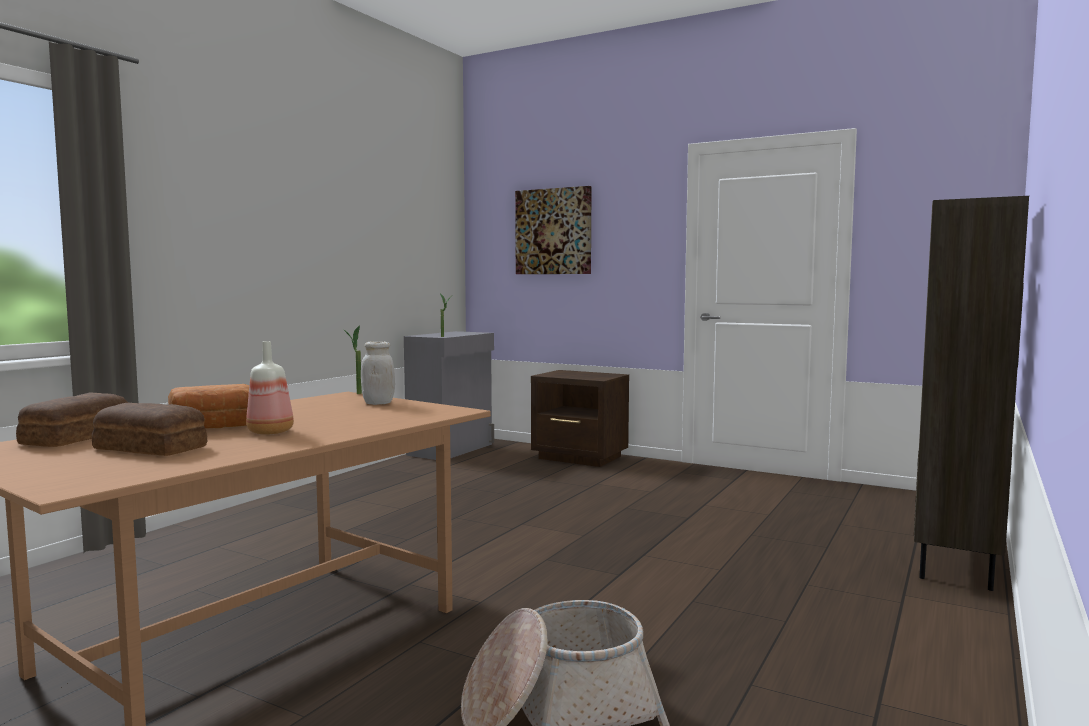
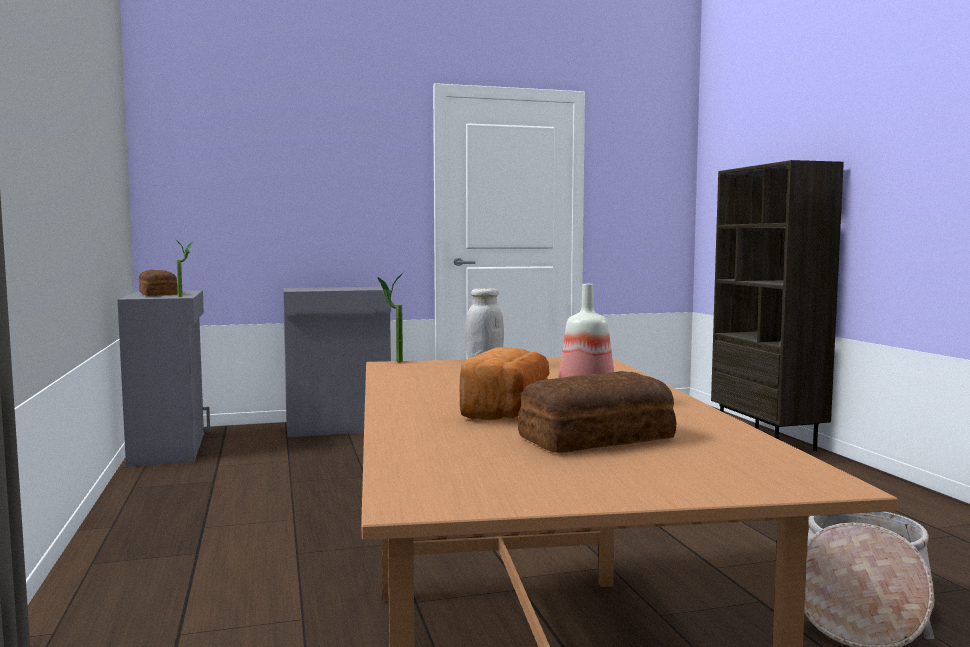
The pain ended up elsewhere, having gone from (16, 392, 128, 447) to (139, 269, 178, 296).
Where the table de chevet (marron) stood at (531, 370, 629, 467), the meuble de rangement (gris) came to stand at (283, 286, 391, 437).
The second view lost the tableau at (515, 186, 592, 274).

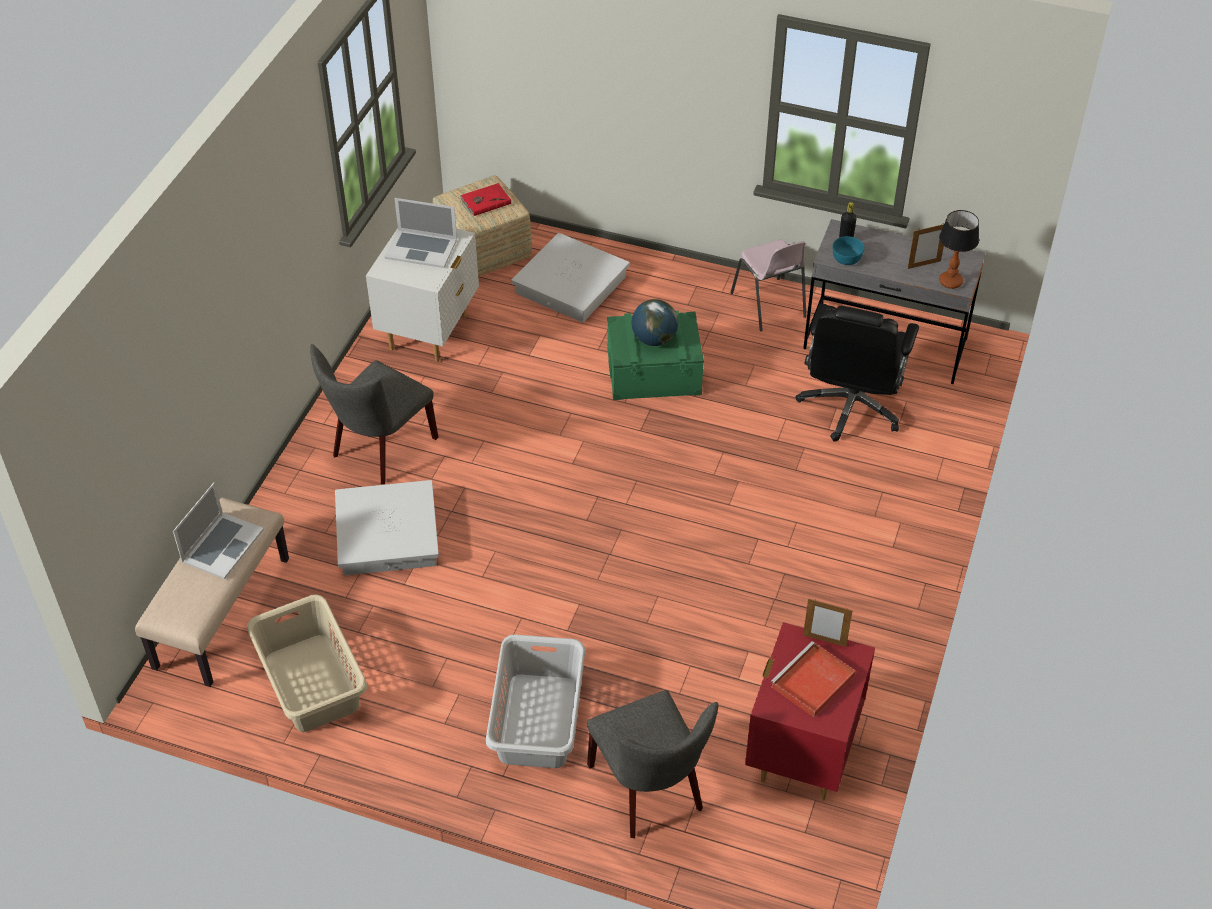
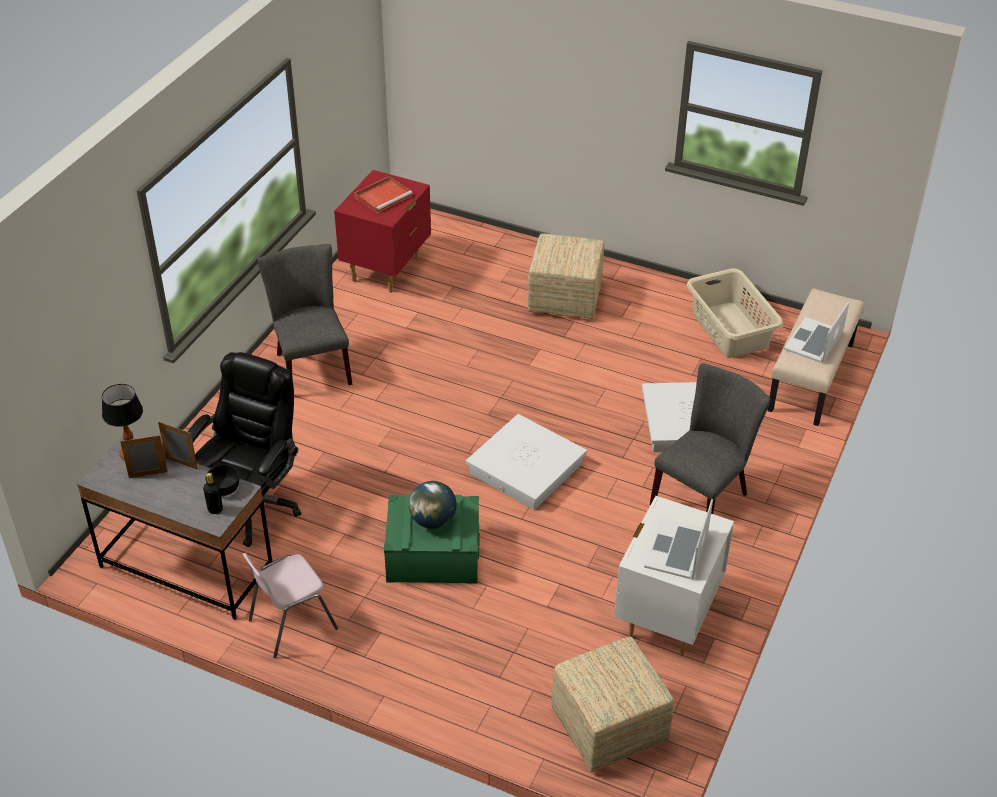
The cadre photo ended up elsewhere, having gone from (803, 599, 852, 647) to (158, 422, 198, 470).
What was the bol (turquoise) at (833, 236, 864, 265) turned into the bol (noir) at (205, 465, 239, 496).
The chaise (rose) at (730, 240, 806, 331) ended up facing another way, 105 degrees counterclockwise from before.
The chaise (gris) ended up elsewhere, having gone from (587, 690, 718, 838) to (257, 244, 352, 385).
The boîte de rangement (blanc) ended up elsewhere, having gone from (511, 233, 630, 323) to (466, 414, 587, 510).
Where the panier à linge (gris) stood at (486, 634, 585, 768), the pouf came to stand at (528, 233, 604, 319).
The ordinateur portable at (385, 198, 457, 268) ended up facing another way, 90 degrees counterclockwise from before.
The second view lost the livre (rouge) at (460, 183, 511, 216).

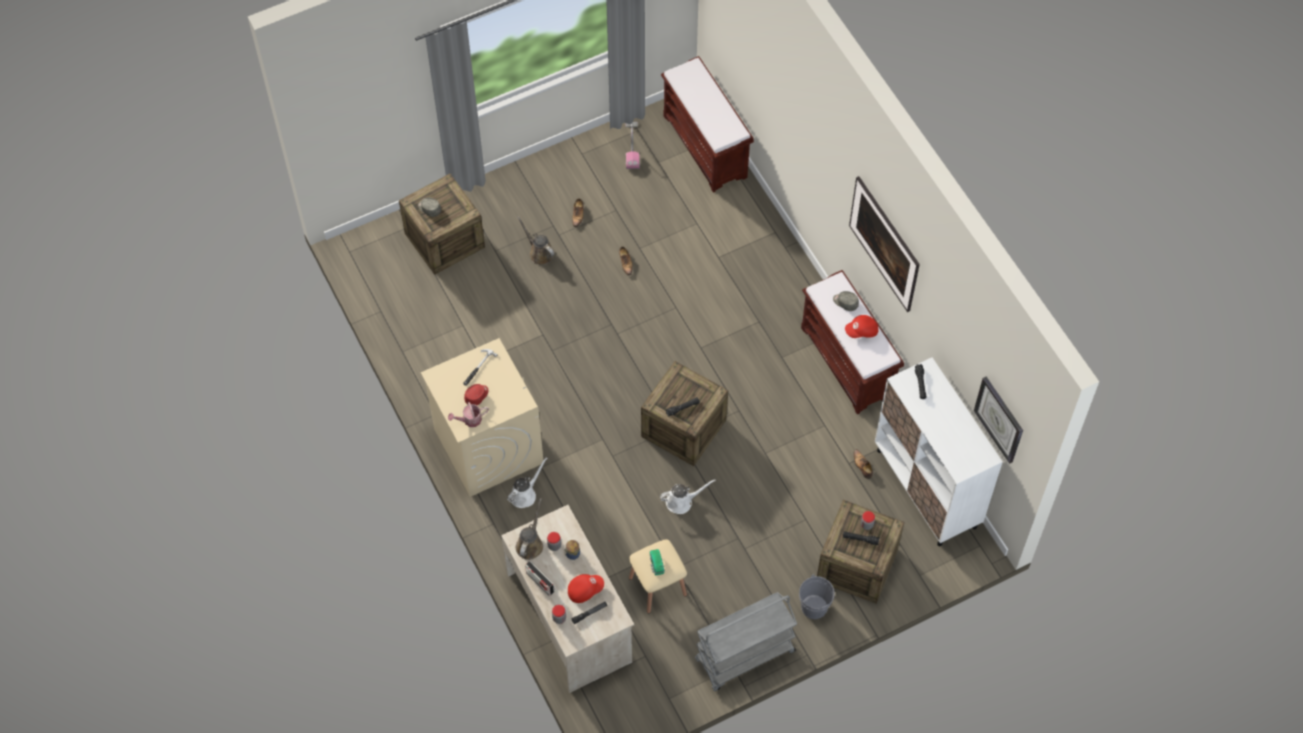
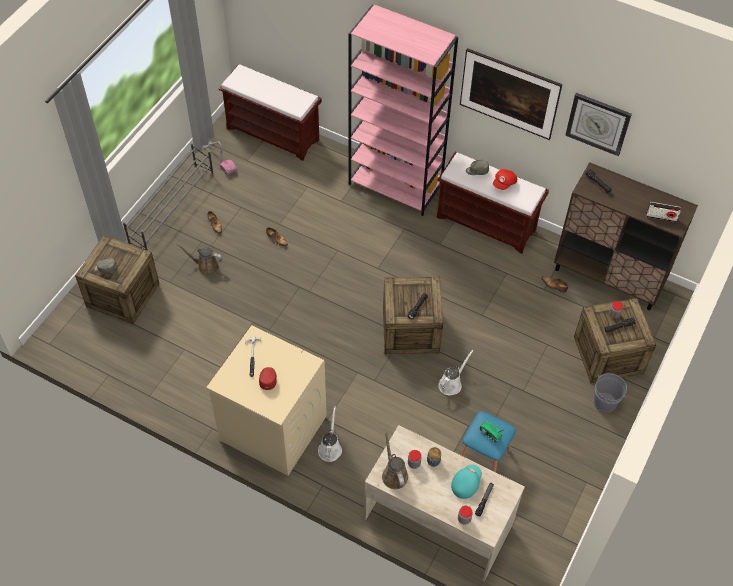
The second view gained the étagère à chaussures (gris) at (123, 143, 214, 251).
The second view gained the bibliothèque (rose) at (348, 4, 458, 216).
What was the casquette (rouge) at (568, 574, 604, 603) turned into the casquette (turquoise) at (451, 465, 482, 499).
What was the tabouret (beige) at (629, 539, 687, 614) turned into the tabouret (bleu) at (461, 411, 516, 472).
What was the meuble de rangement (blanc) at (875, 357, 1003, 546) turned into the meuble de rangement (marron) at (554, 162, 698, 310).
The horloge murale ended up elsewhere, having gone from (974, 377, 1023, 464) to (565, 93, 632, 156).
The radio ended up elsewhere, having gone from (525, 561, 554, 596) to (646, 202, 681, 222).
The second view lost the arrosoir at (448, 402, 489, 427).
The second view lost the chariot (gris) at (695, 592, 797, 691).

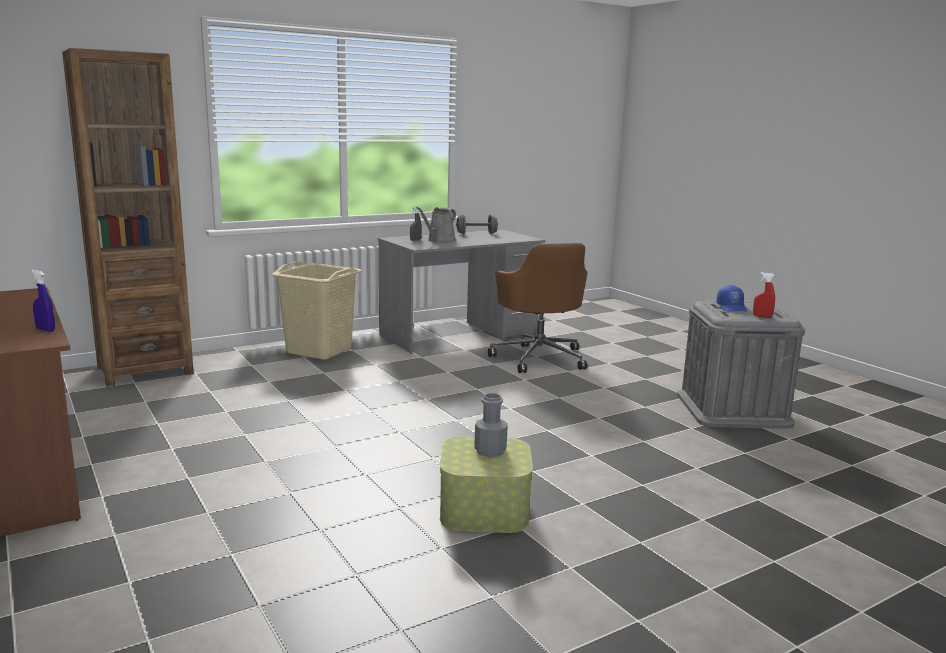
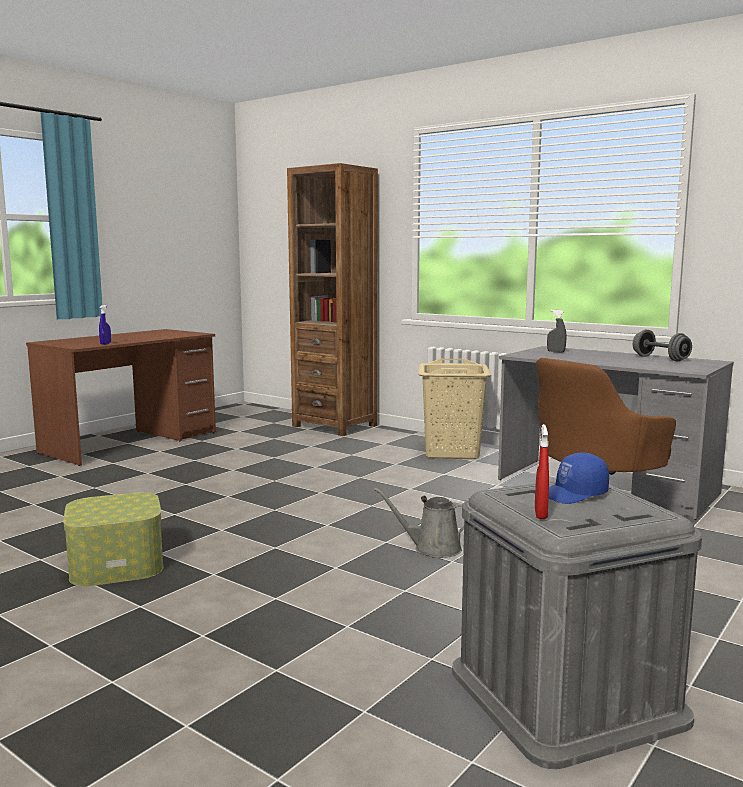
The arrosoir (gris) ended up elsewhere, having gone from (417, 207, 456, 243) to (374, 488, 464, 558).
The second view lost the bouteille (gris) at (474, 393, 508, 457).

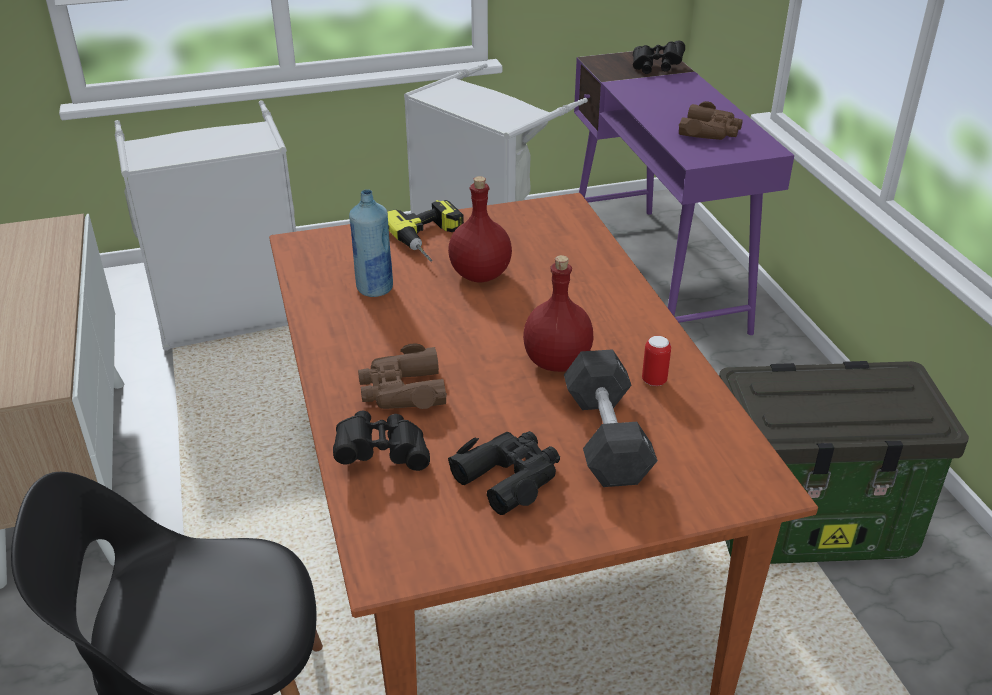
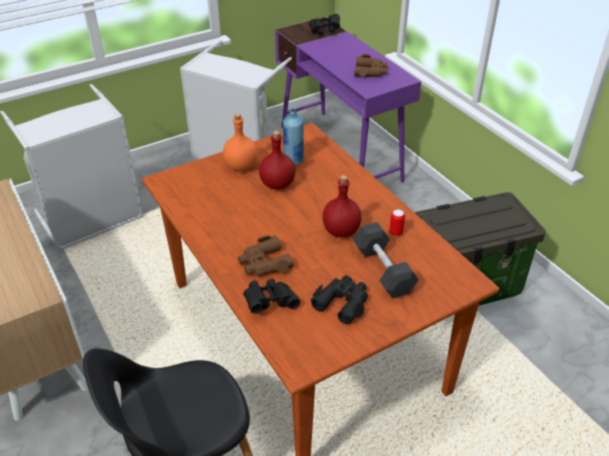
Where the perceuse stood at (387, 200, 464, 262), the bouteille (orange) came to stand at (223, 113, 258, 171).
The bouteille (bleu) ended up elsewhere, having gone from (349, 189, 393, 297) to (283, 108, 304, 165).

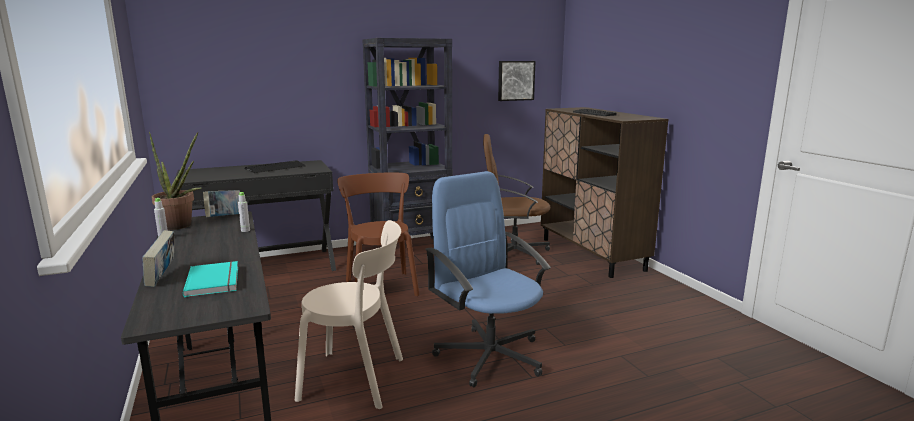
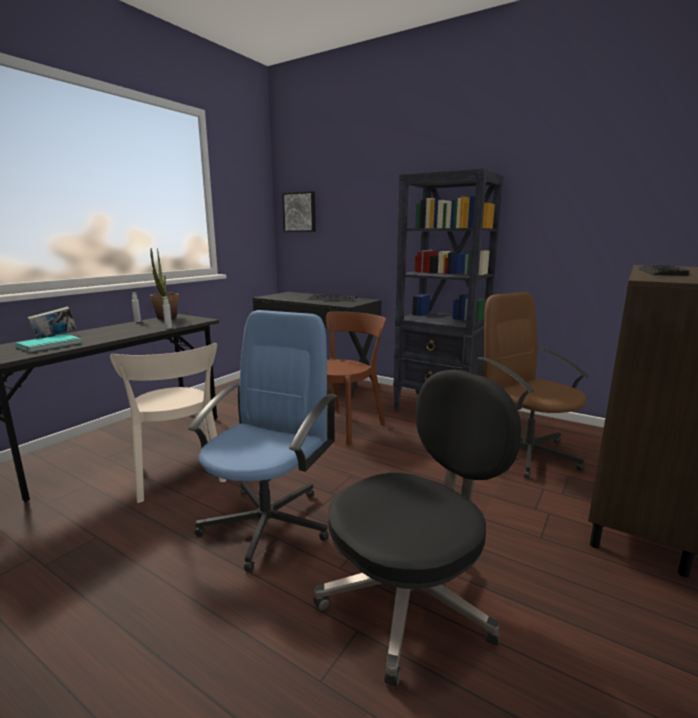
The tableau ended up elsewhere, having gone from (498, 61, 536, 101) to (282, 191, 316, 232).
The second view gained the chaise de bureau (noir) at (313, 370, 521, 687).
The second view lost the livre at (203, 190, 240, 217).

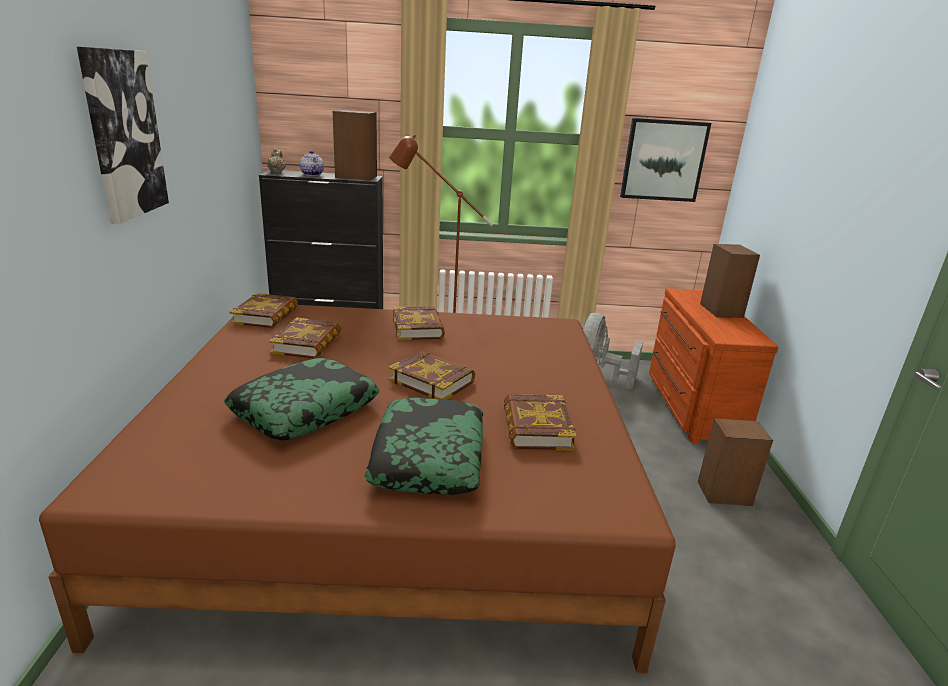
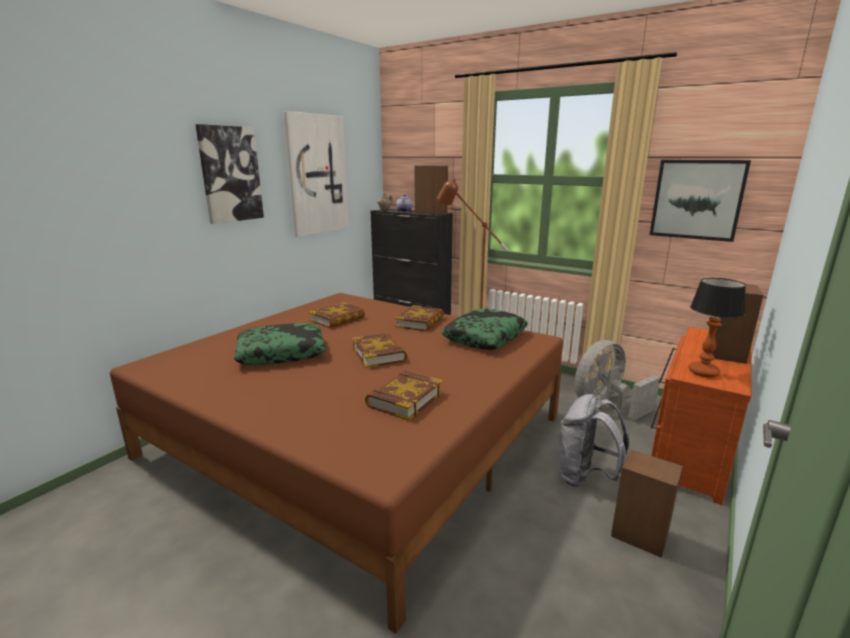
The second view gained the tableau at (283, 111, 349, 237).
The coussin ended up elsewhere, having gone from (365, 398, 483, 495) to (441, 309, 528, 350).
The second view gained the sac à dos (gris) at (558, 394, 629, 487).
The second view gained the lampe de table at (688, 278, 746, 378).
The second view lost the livre at (230, 293, 298, 328).

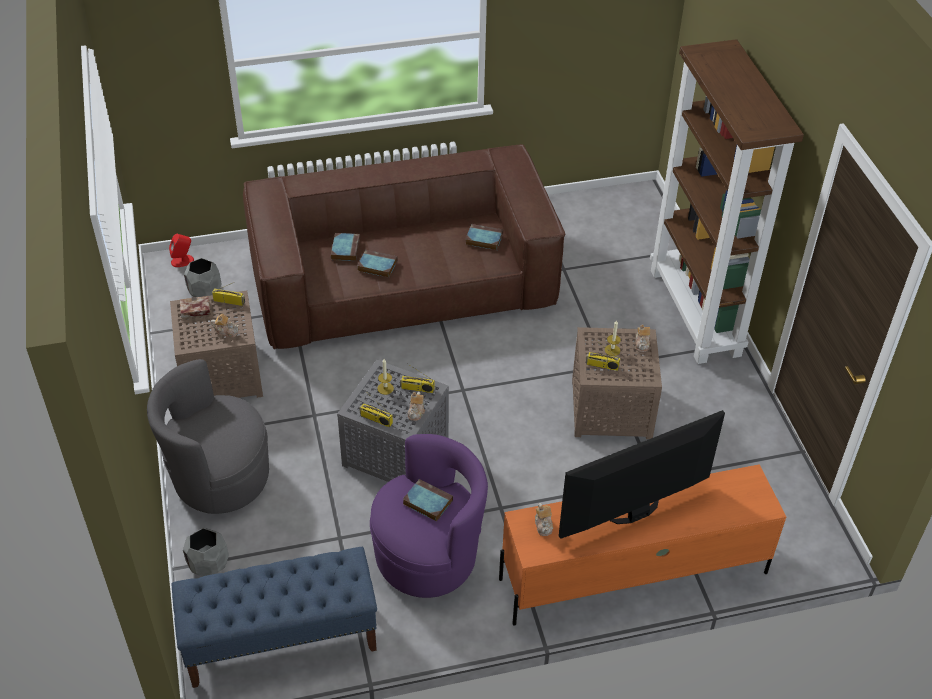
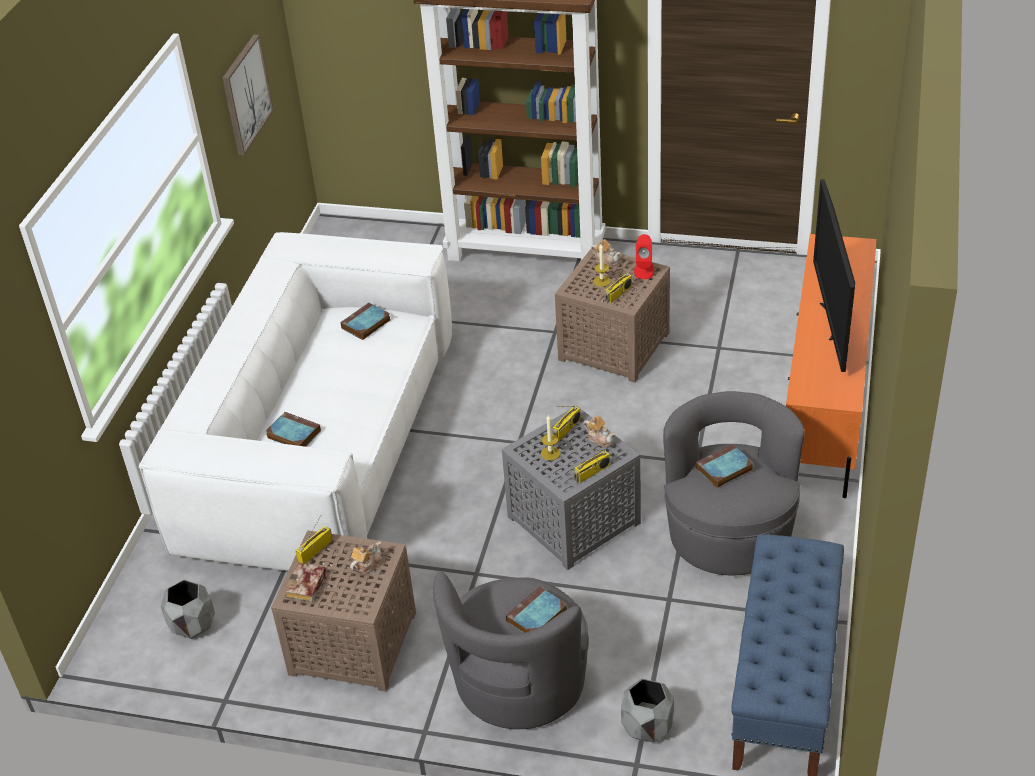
What was the canapé (marron) at (243, 144, 566, 349) turned into the canapé (blanc) at (139, 232, 452, 575).
The second view gained the tableau at (222, 34, 274, 155).
The livre ended up elsewhere, having gone from (357, 250, 397, 278) to (506, 586, 567, 633).
The enceinte (rouge) ended up elsewhere, having gone from (169, 234, 194, 267) to (634, 234, 654, 279).
What was the fauteuil (violet) at (370, 434, 488, 598) turned into the fauteuil (gris) at (663, 391, 805, 575).
The second view lost the théière at (535, 503, 553, 536).

